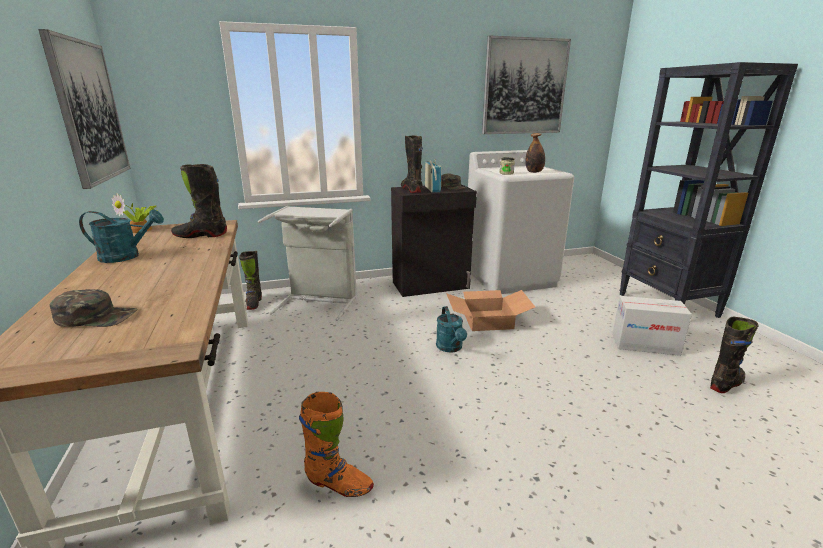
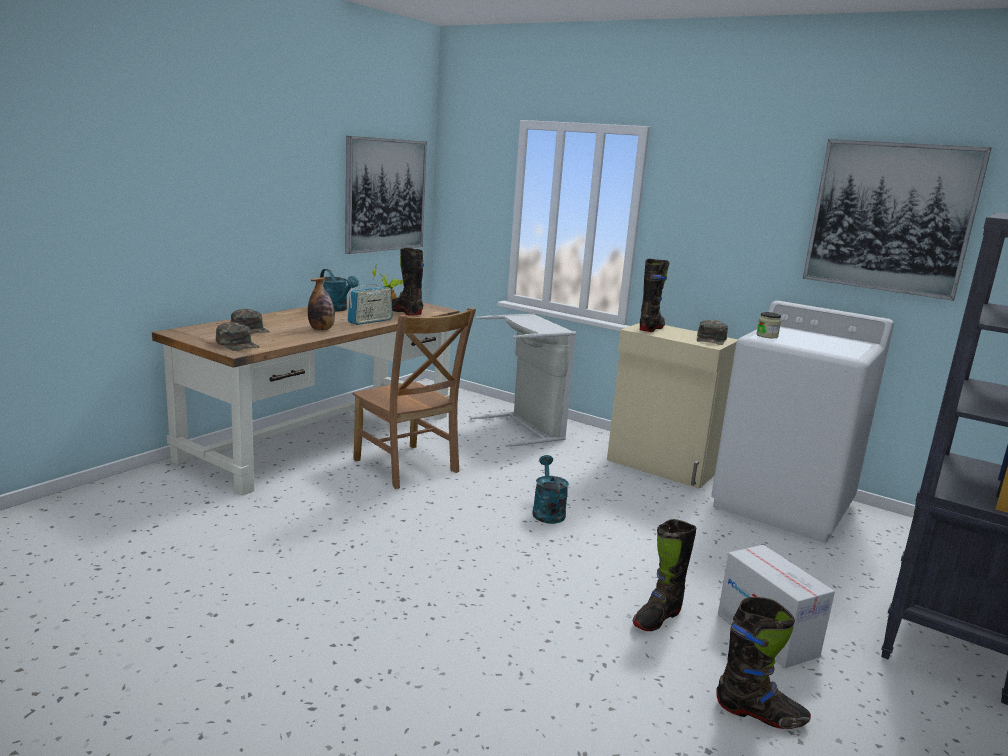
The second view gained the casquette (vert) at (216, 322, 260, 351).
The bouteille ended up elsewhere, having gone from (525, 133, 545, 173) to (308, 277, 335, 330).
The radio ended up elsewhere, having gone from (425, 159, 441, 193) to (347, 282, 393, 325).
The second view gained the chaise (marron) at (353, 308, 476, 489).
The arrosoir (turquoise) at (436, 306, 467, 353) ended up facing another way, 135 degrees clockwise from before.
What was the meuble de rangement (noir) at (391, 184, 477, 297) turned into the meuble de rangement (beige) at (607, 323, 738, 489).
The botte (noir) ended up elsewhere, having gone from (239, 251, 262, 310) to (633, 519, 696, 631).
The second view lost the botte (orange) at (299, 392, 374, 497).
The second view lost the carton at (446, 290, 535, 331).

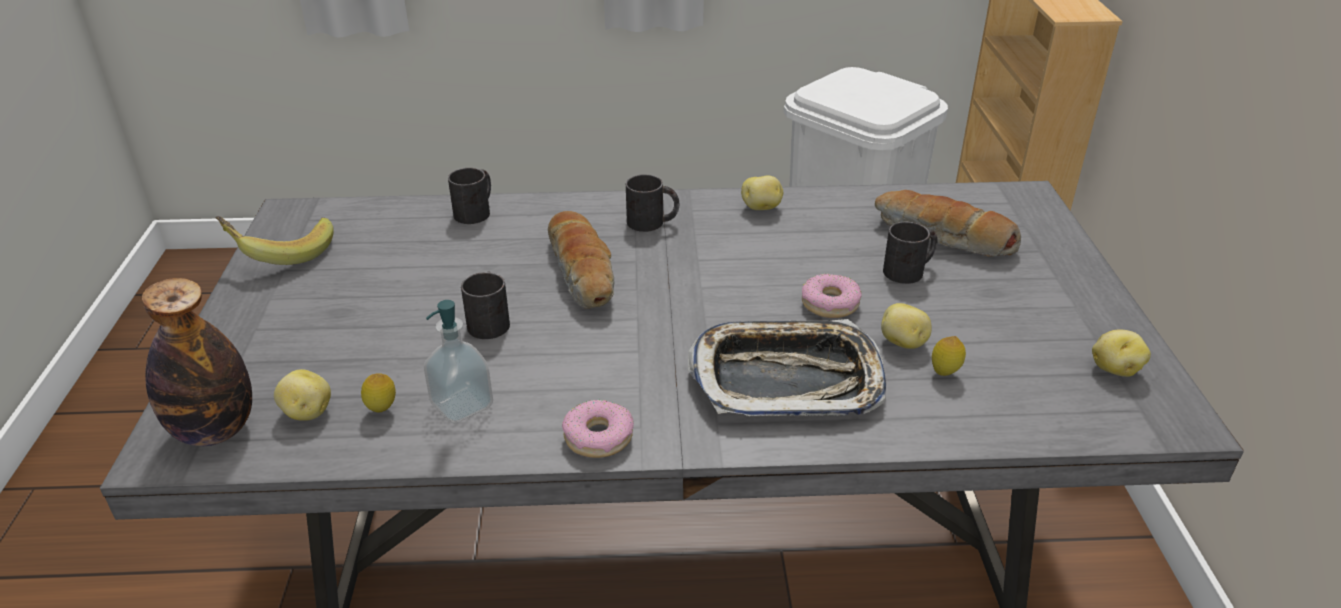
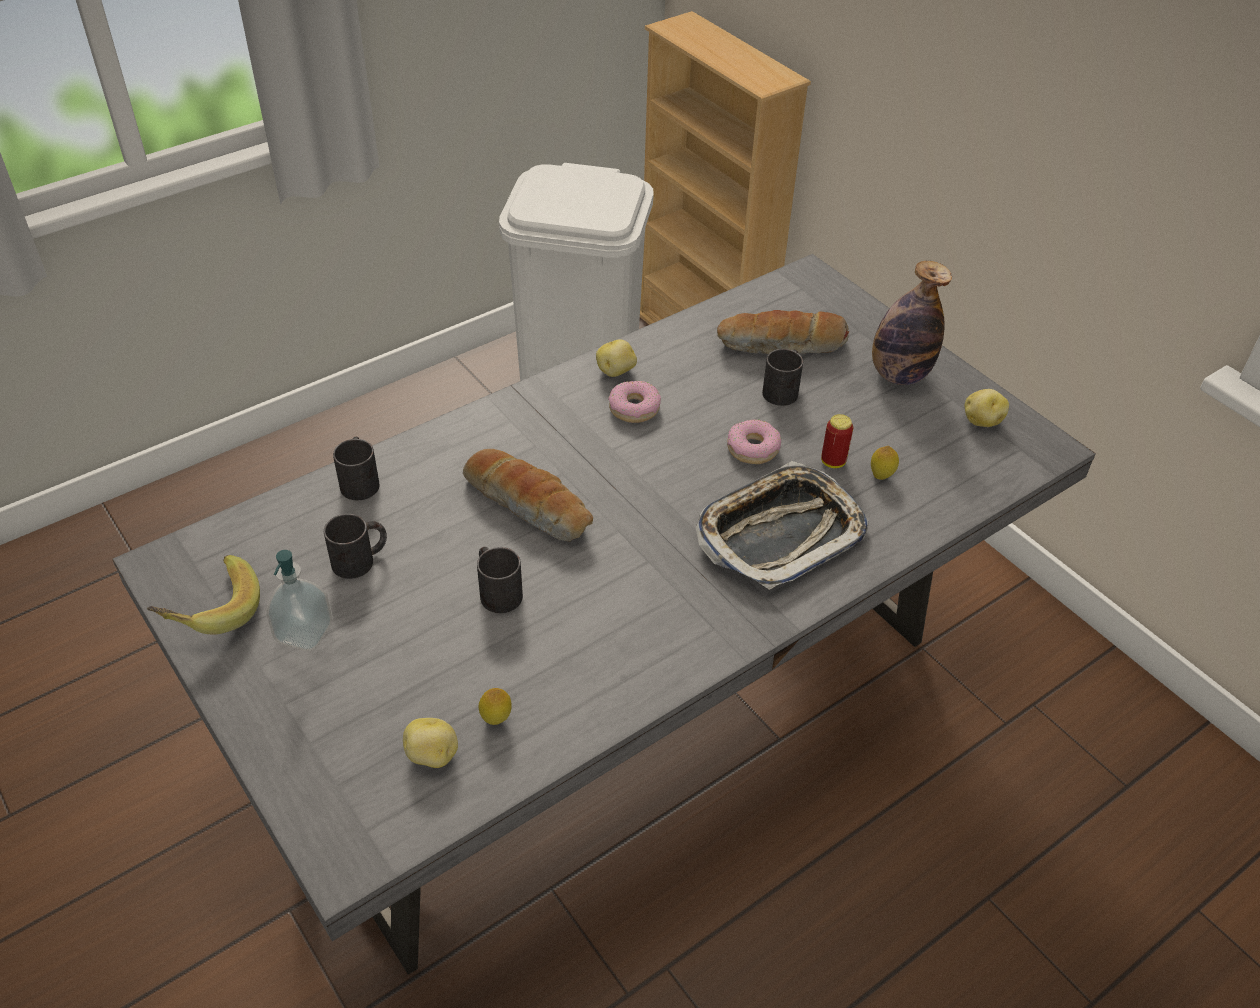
The distributeur de savon ended up elsewhere, having gone from (424, 300, 493, 423) to (266, 550, 333, 651).
The mug (noir) ended up elsewhere, having gone from (626, 174, 680, 232) to (324, 514, 387, 579).
The beignet ended up elsewhere, having gone from (562, 400, 634, 458) to (608, 381, 661, 423).
Where the pomme de terre stood at (881, 303, 932, 349), the boîte métallique came to stand at (821, 414, 853, 468).
The bouteille ended up elsewhere, having gone from (142, 278, 252, 446) to (872, 261, 952, 385).

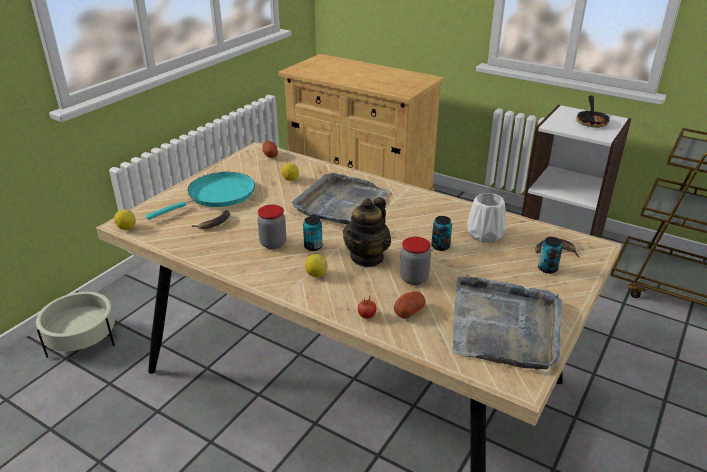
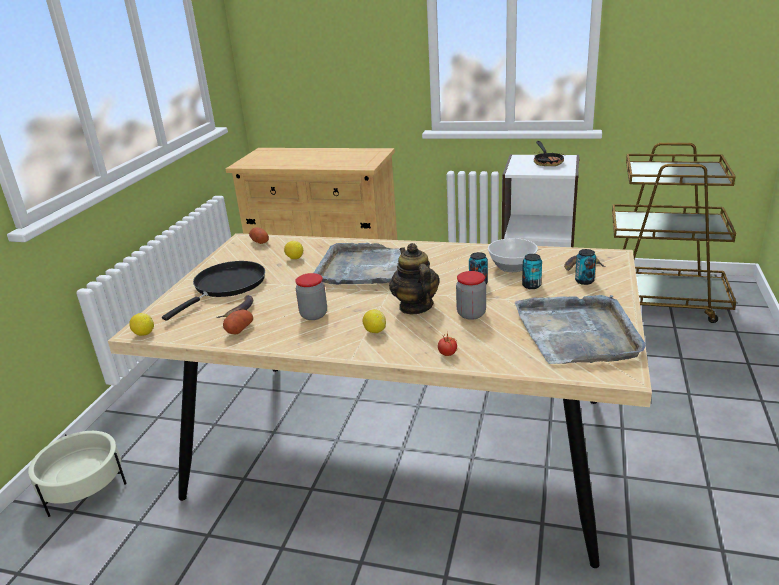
What was the poêle (turquoise) at (146, 172, 255, 220) turned into the poêle (noir) at (162, 261, 265, 321).
The pomme de terre ended up elsewhere, having gone from (394, 291, 426, 319) to (223, 310, 253, 334).
The théière at (343, 197, 391, 267) ended up facing another way, 150 degrees clockwise from before.
Where the vase (blanc) stood at (467, 193, 506, 243), the bol came to stand at (488, 238, 538, 272).
The boîte métallique ended up elsewhere, having gone from (303, 216, 323, 251) to (522, 254, 542, 289).

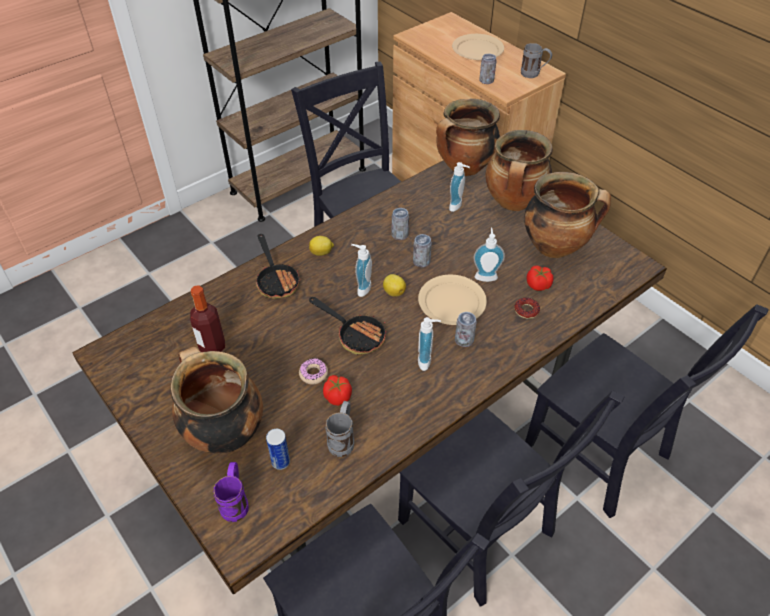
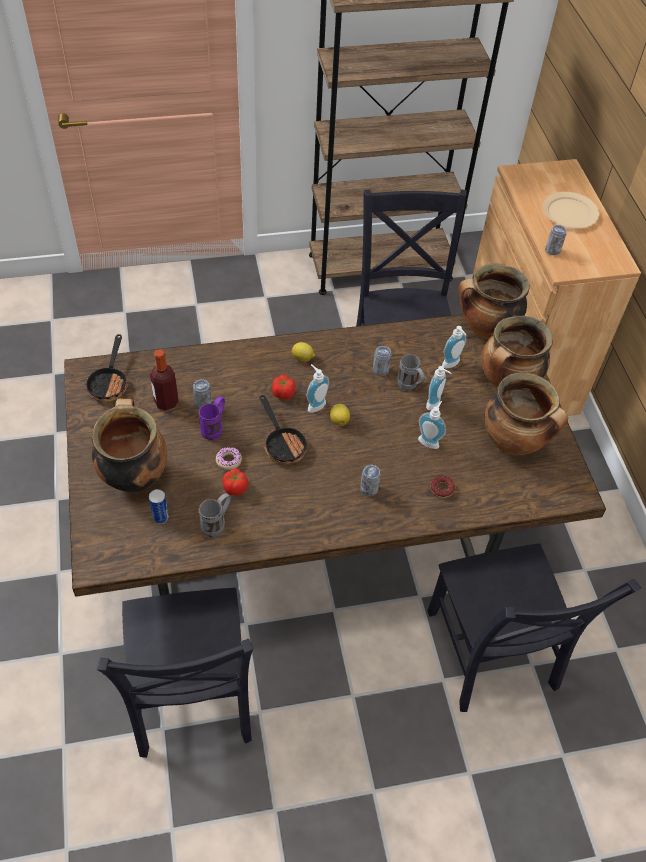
The poêle ended up elsewhere, having gone from (255, 234, 300, 299) to (85, 334, 128, 402).
The boîte métallique ended up elsewhere, having gone from (413, 234, 432, 267) to (193, 379, 212, 410).
The mug (violet) ended up elsewhere, having gone from (213, 462, 249, 522) to (198, 396, 225, 440).
The tomate ended up elsewhere, having gone from (526, 265, 554, 291) to (272, 375, 295, 400).
The mug (gris) ended up elsewhere, having gone from (521, 43, 552, 78) to (397, 354, 425, 390).
The distributeur de savon ended up elsewhere, having gone from (418, 317, 441, 371) to (426, 366, 451, 410).
The second view lost the chaise (noir) at (398, 390, 625, 607).
The second view lost the assiette (beige) at (418, 275, 487, 325).

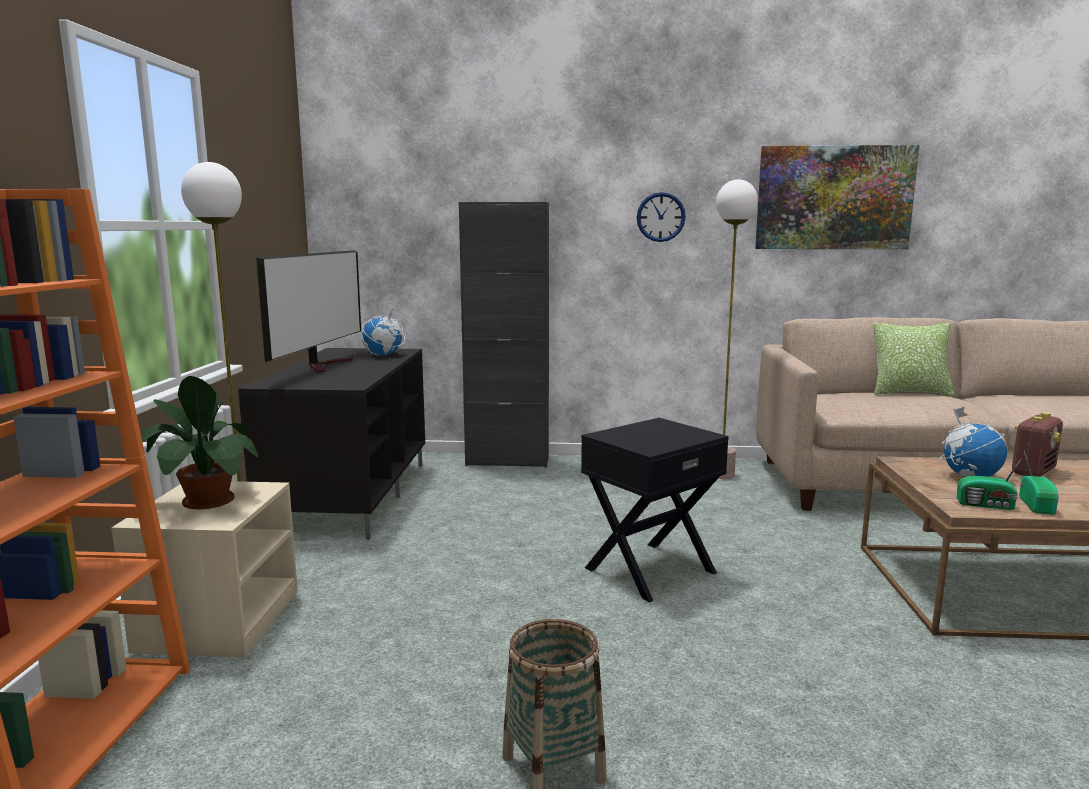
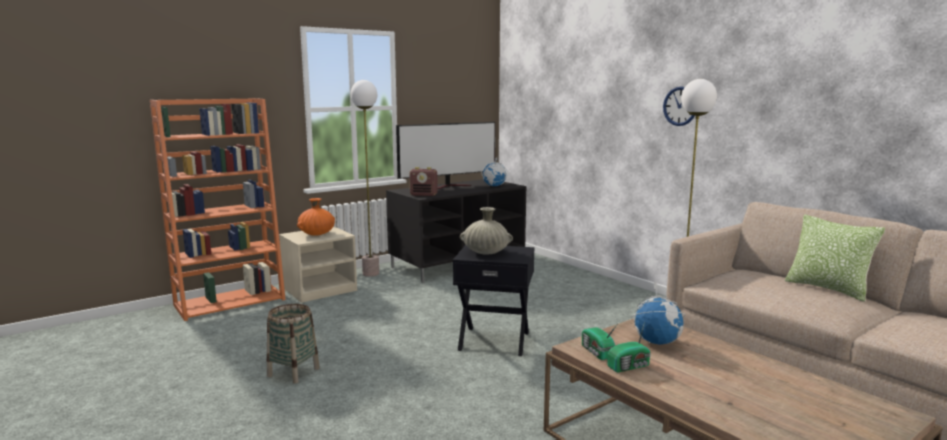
Where the plante en pot stood at (141, 376, 258, 509), the vase (orange) came to stand at (297, 198, 335, 236).
The radio ended up elsewhere, having gone from (1012, 412, 1063, 477) to (410, 167, 438, 196).
The second view gained the vase (beige) at (460, 207, 513, 254).
The second view lost the meuble de rangement (noir) at (459, 202, 549, 468).
The second view lost the tableau at (755, 145, 919, 249).

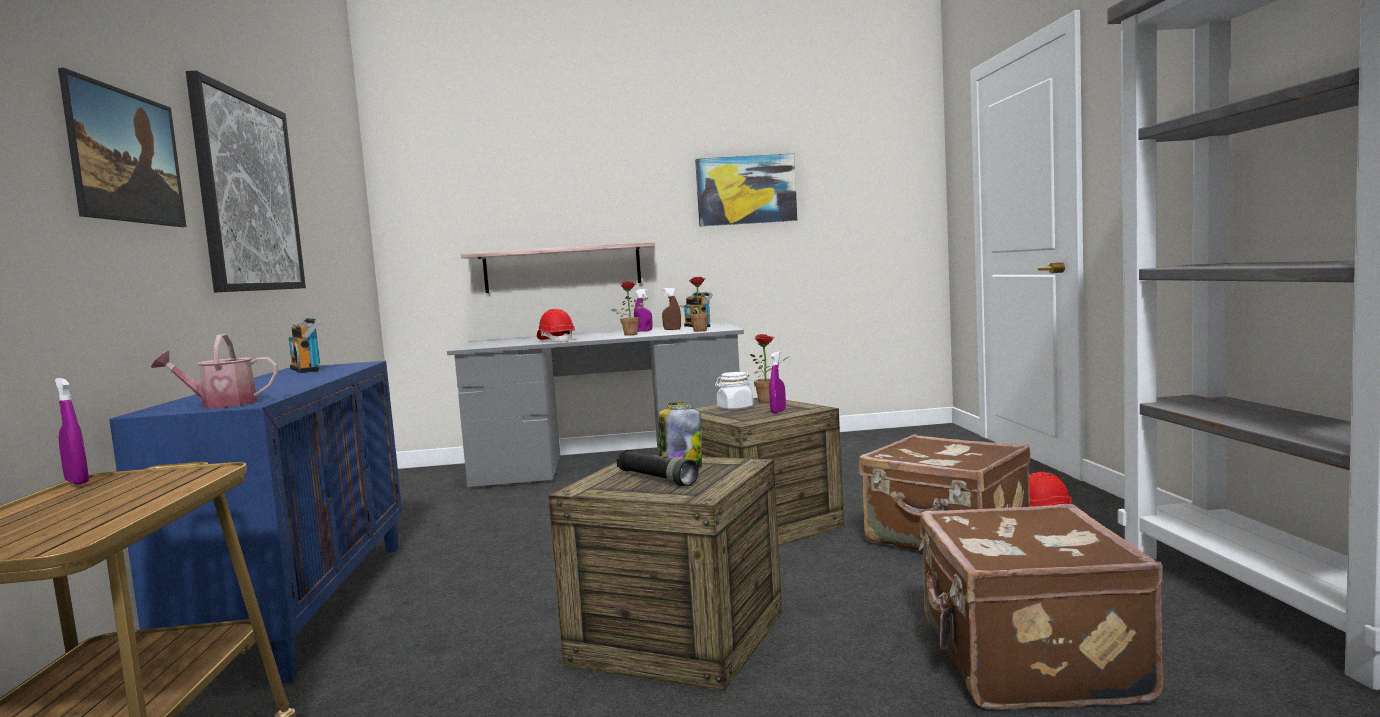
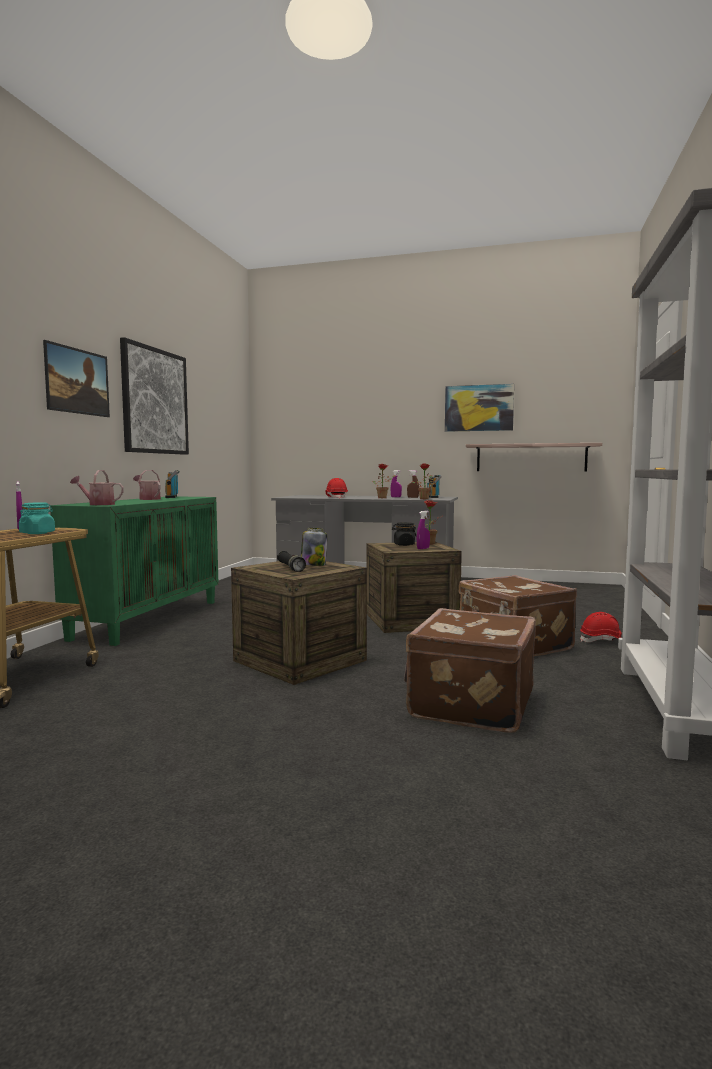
The second view gained the bocal (turquoise) at (19, 502, 55, 534).
What was the meuble de rangement (bleu) at (109, 361, 403, 684) turned into the meuble de rangement (vert) at (50, 496, 218, 646).
The second view gained the arrosoir at (133, 470, 161, 500).
What was the bocal (blanc) at (715, 372, 753, 410) turned into the bocal (noir) at (392, 522, 416, 546).
The étagère ended up elsewhere, having gone from (461, 241, 655, 293) to (466, 443, 602, 471).

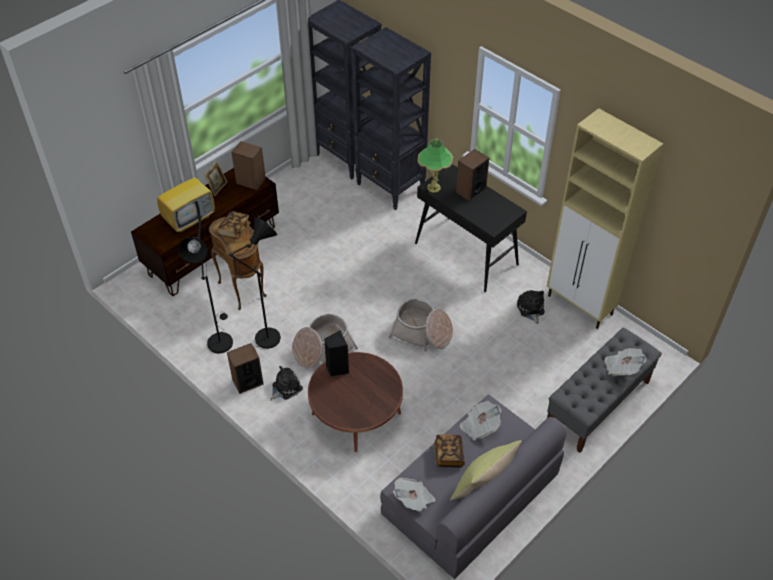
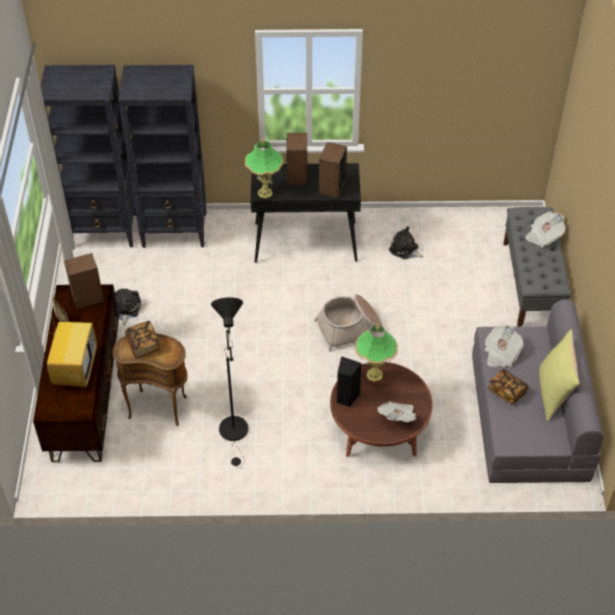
The peluche ended up elsewhere, having gone from (270, 366, 303, 401) to (115, 289, 141, 325).
The enceinte ended up elsewhere, having gone from (227, 343, 263, 394) to (319, 142, 347, 198).
The second view gained the lampe de table at (356, 325, 398, 382).
The journal ended up elsewhere, having gone from (393, 477, 436, 512) to (377, 401, 416, 422).
The second view lost the lampadaire (noir) at (178, 215, 233, 353).
The second view lost the panier at (292, 314, 358, 369).
The second view lost the meuble de rangement (beige) at (547, 108, 664, 329).

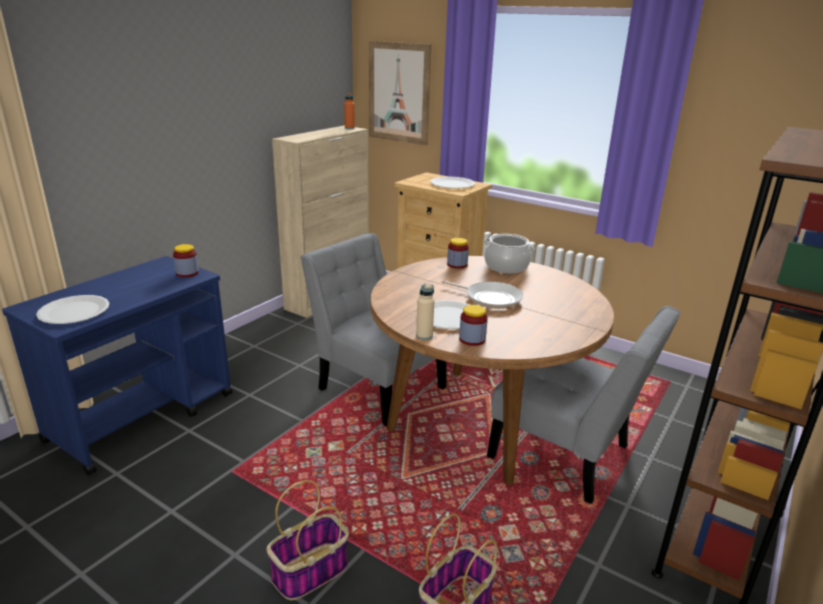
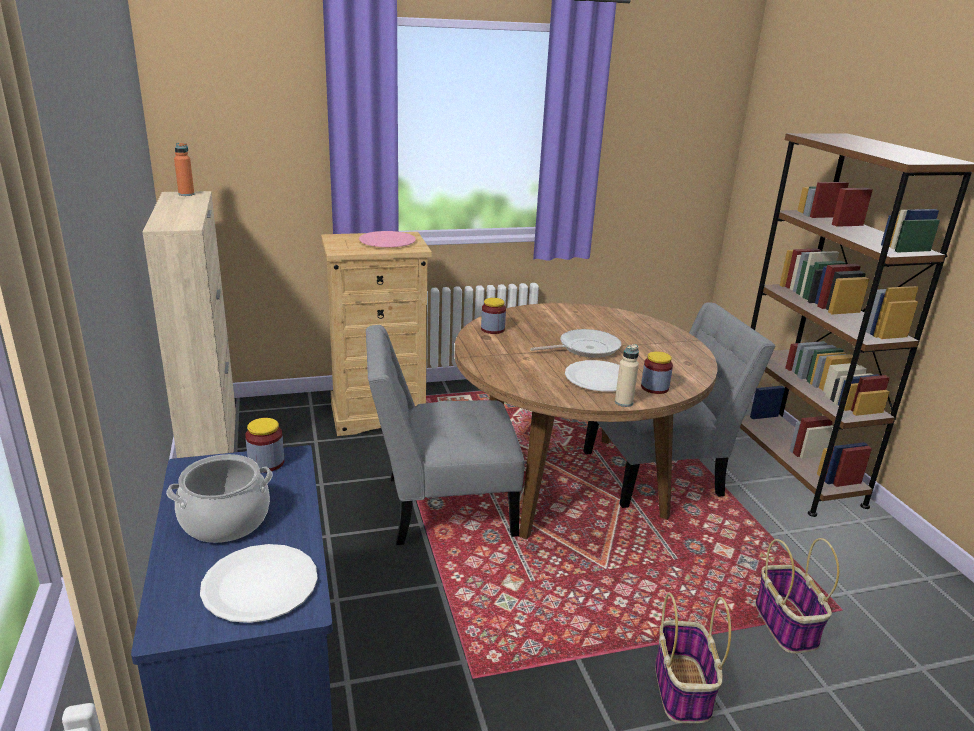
The marmite ended up elsewhere, having gone from (484, 234, 535, 273) to (166, 454, 273, 543).
What was the assiette (blanc) at (430, 177, 475, 189) turned into the assiette (rose) at (359, 231, 416, 247).
The second view lost the tableau at (369, 41, 431, 146).

